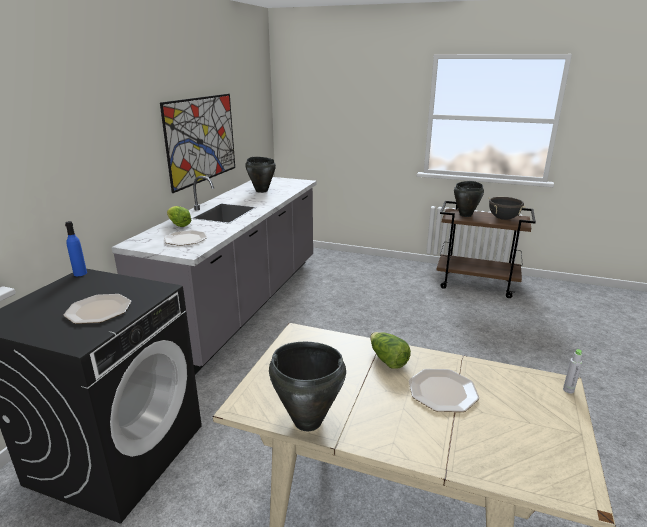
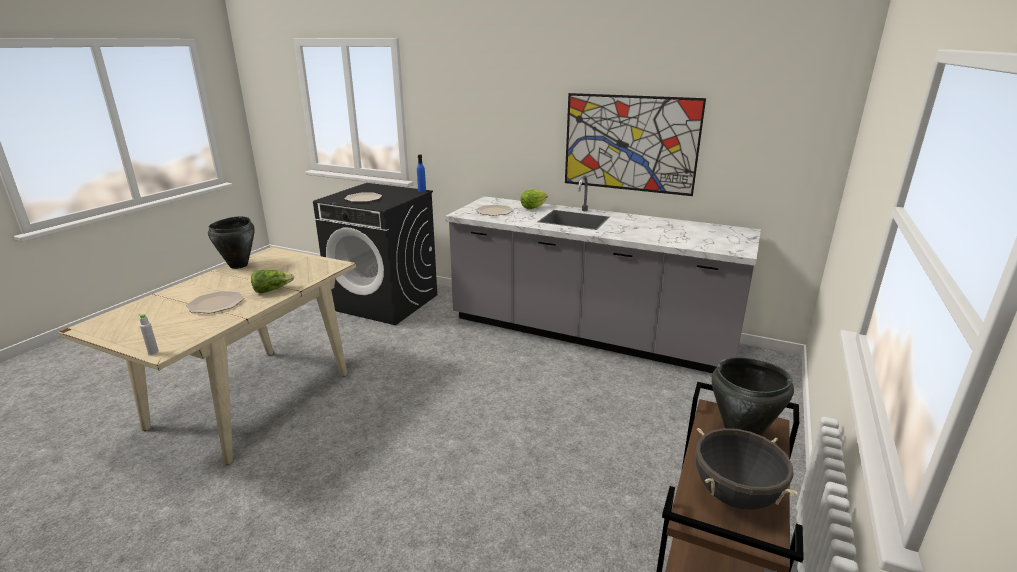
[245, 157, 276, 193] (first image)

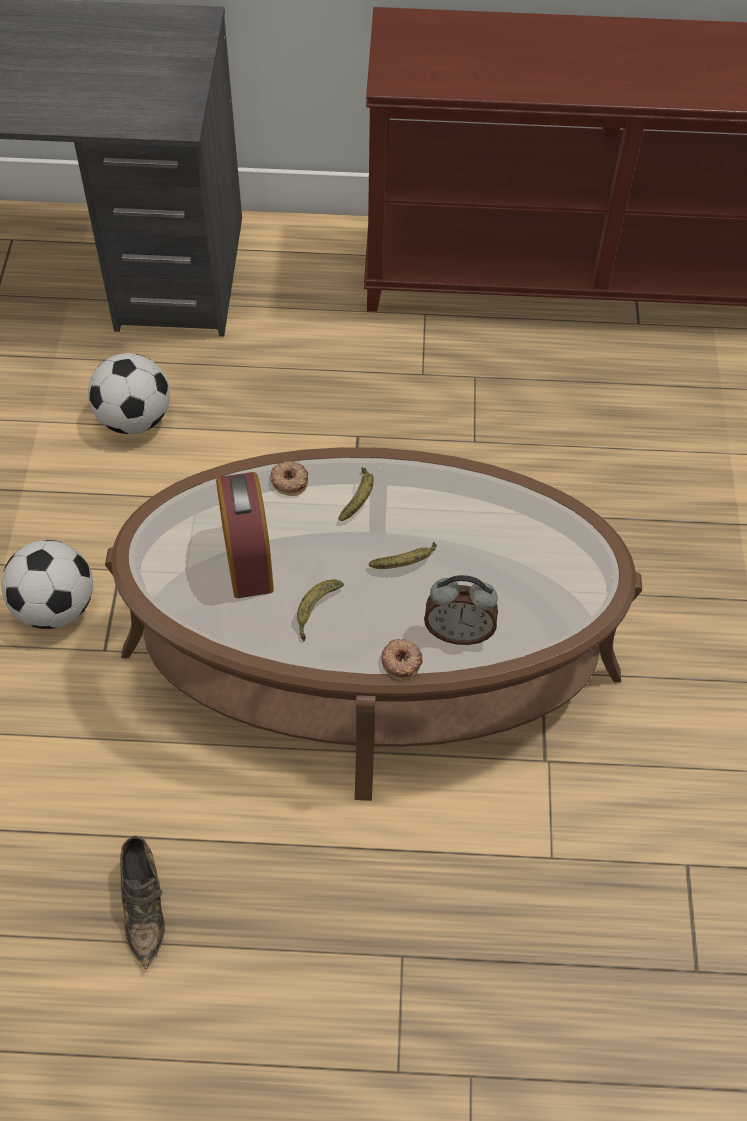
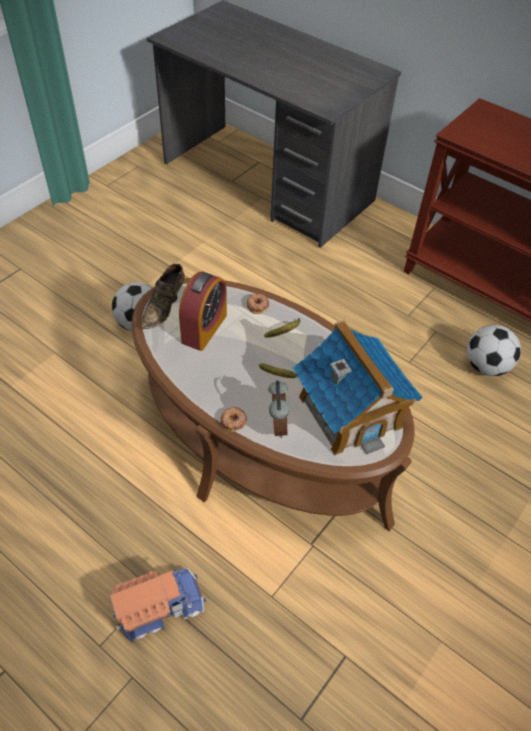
[467, 325, 521, 376]
[268, 380, 289, 438]
[297, 579, 344, 641] (first image)
[141, 264, 185, 329]
[293, 320, 422, 455]
[110, 568, 206, 643]

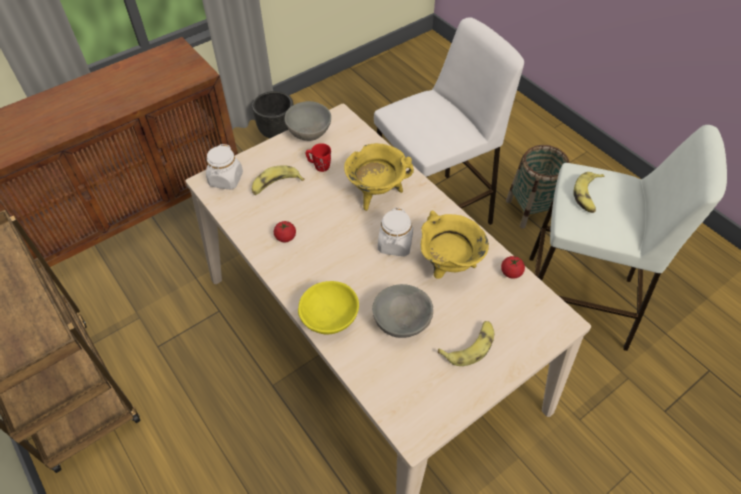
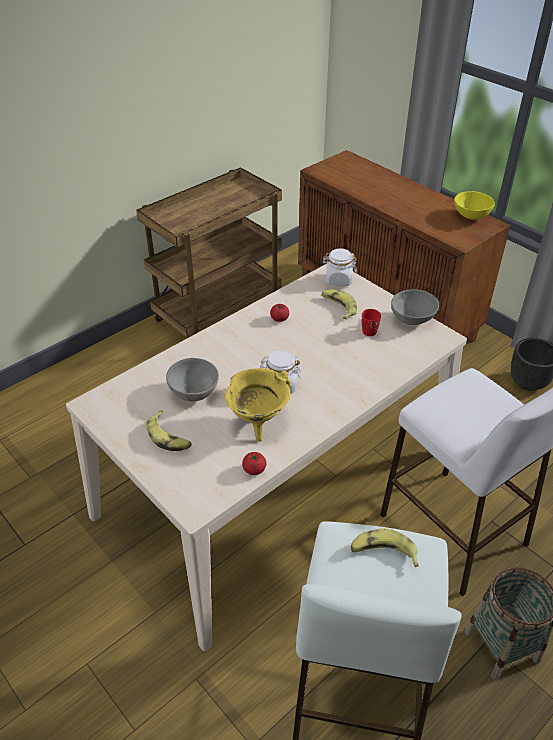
[344, 143, 414, 211] (first image)
[454, 191, 495, 220]

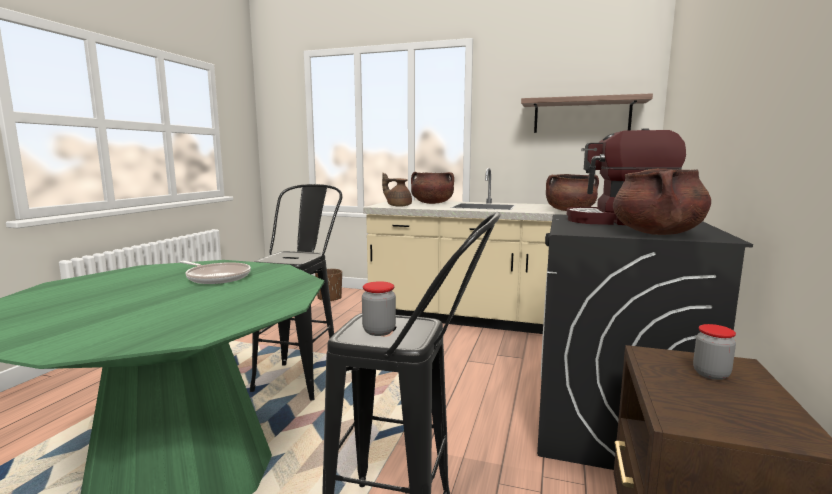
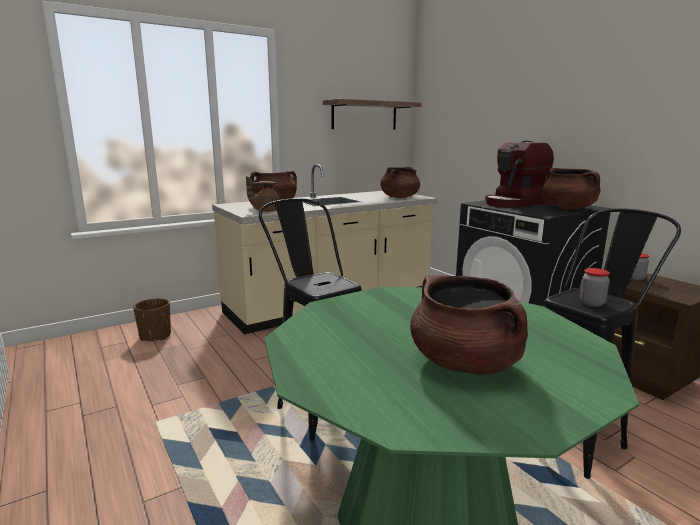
[179, 261, 251, 284] (first image)
[410, 275, 528, 375]

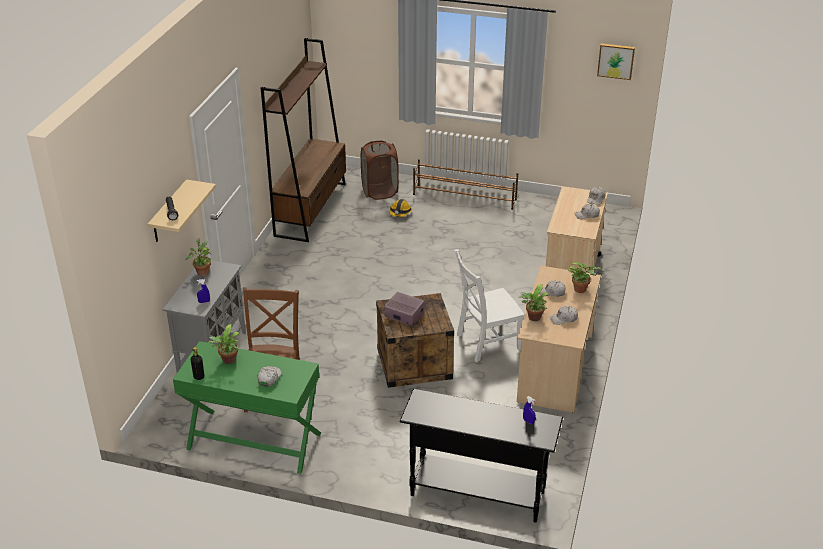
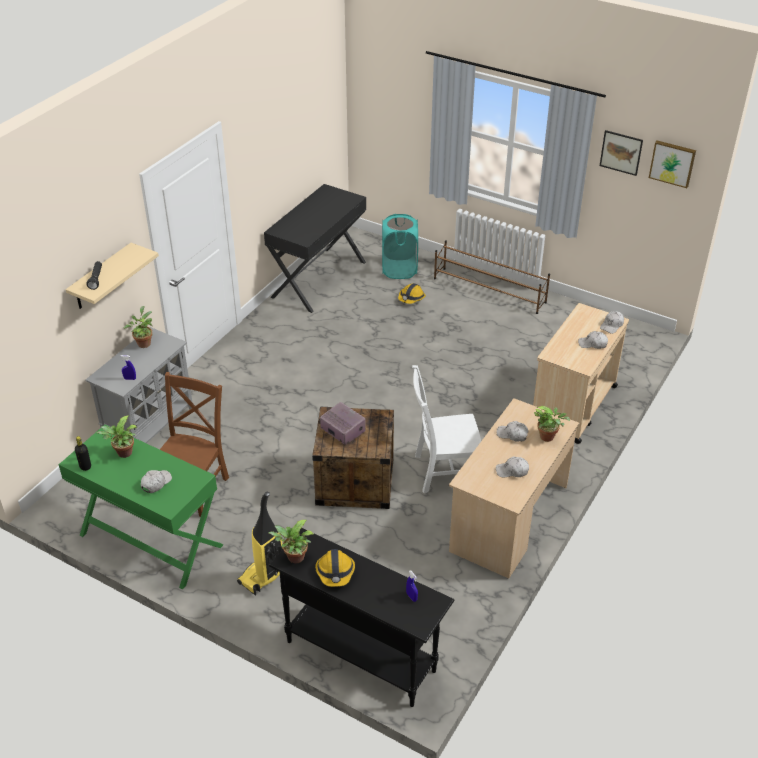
[264, 184, 366, 313]
[382, 214, 418, 279]
[269, 520, 313, 563]
[600, 130, 643, 176]
[237, 492, 283, 595]
[315, 549, 355, 587]

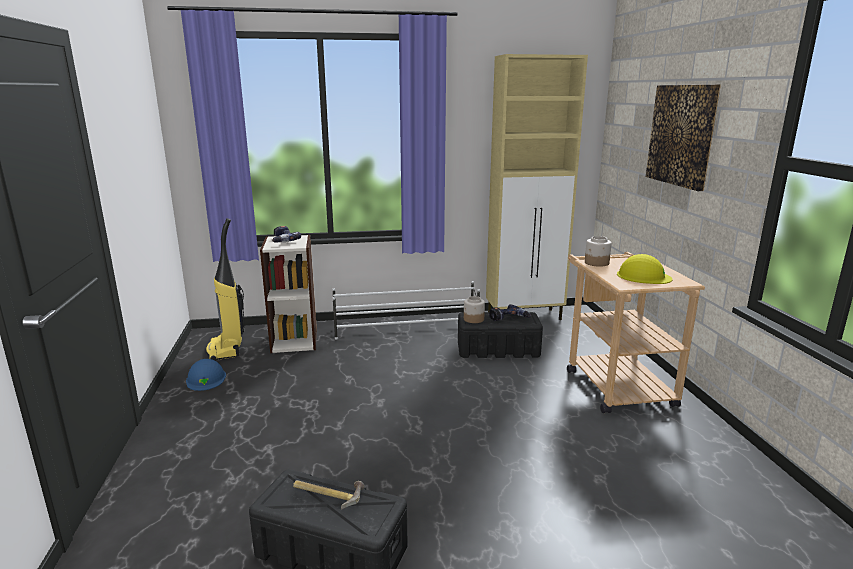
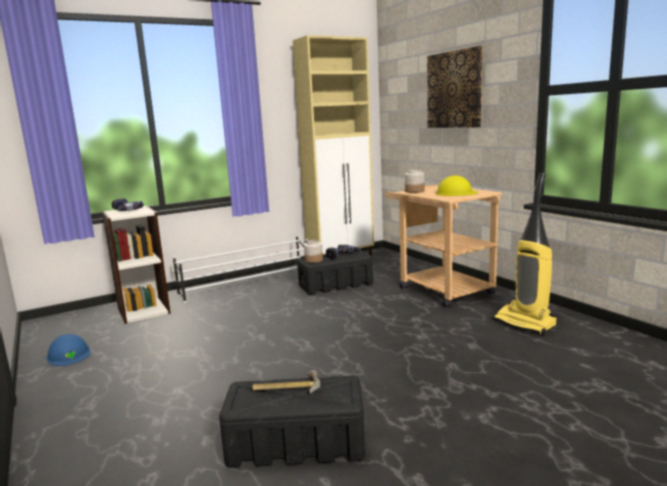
[493, 173, 558, 335]

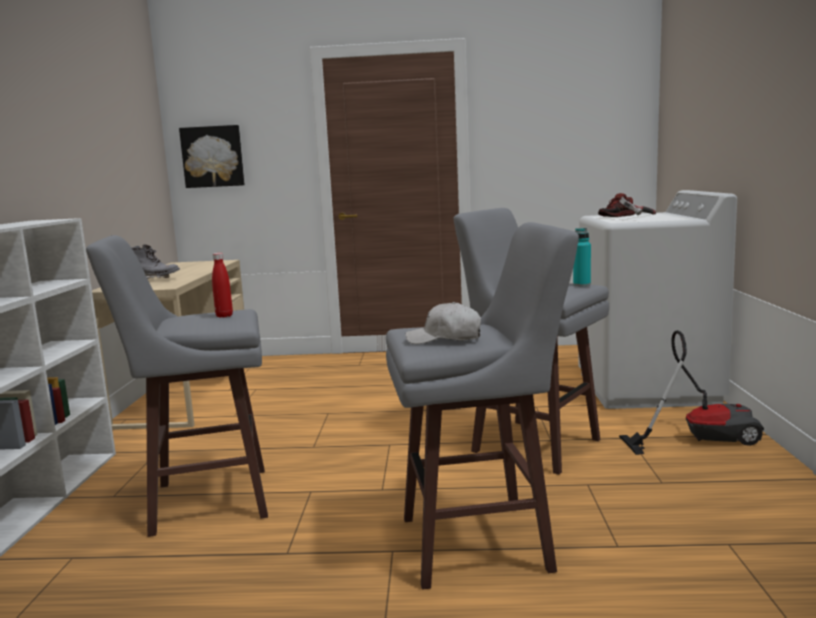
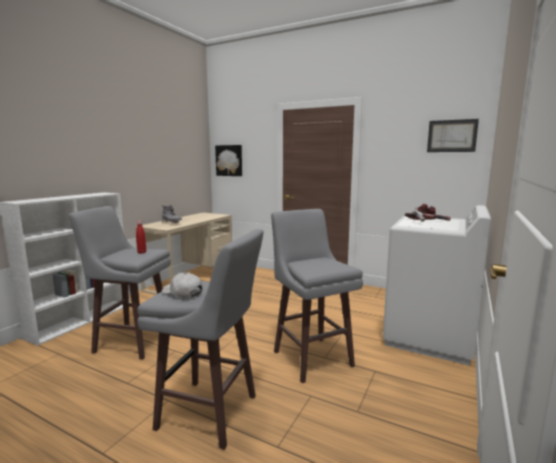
[573, 228, 591, 286] (first image)
[619, 330, 764, 455] (first image)
[427, 119, 479, 152]

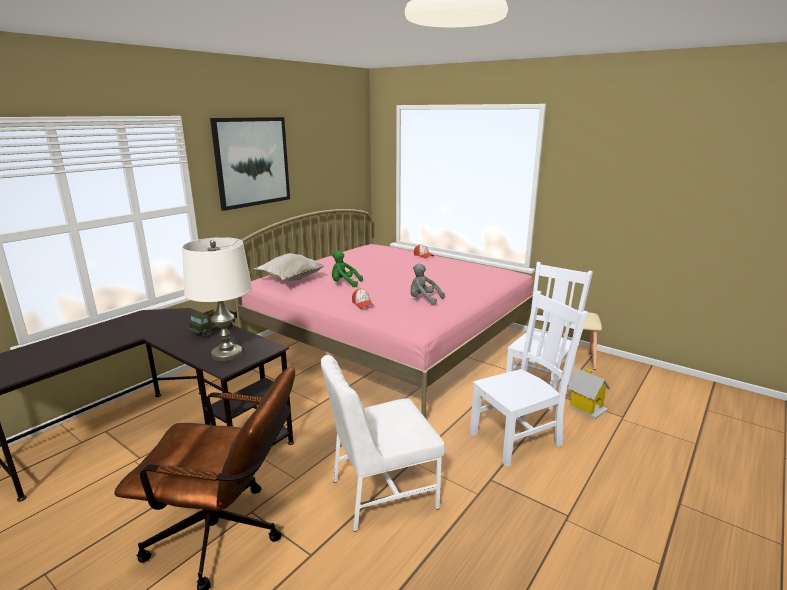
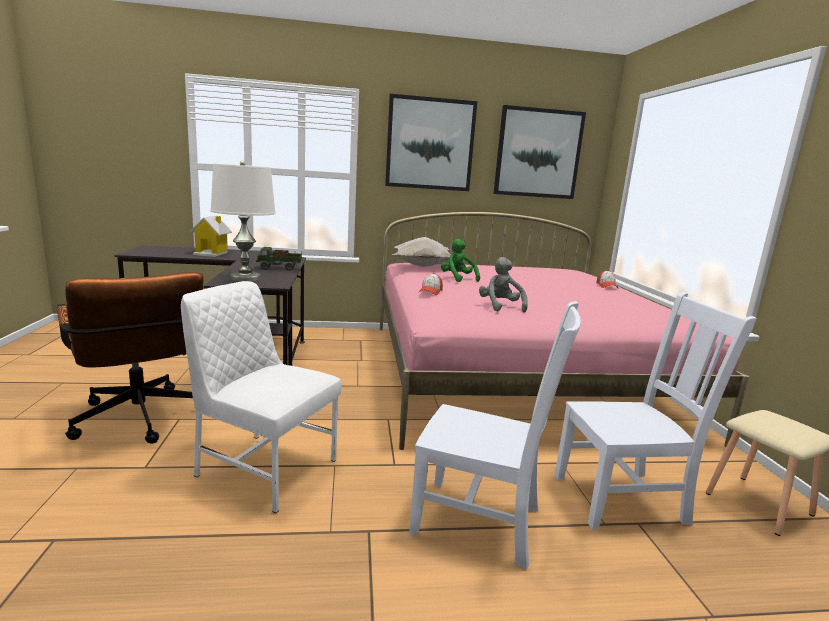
[189, 216, 232, 257]
[494, 105, 586, 199]

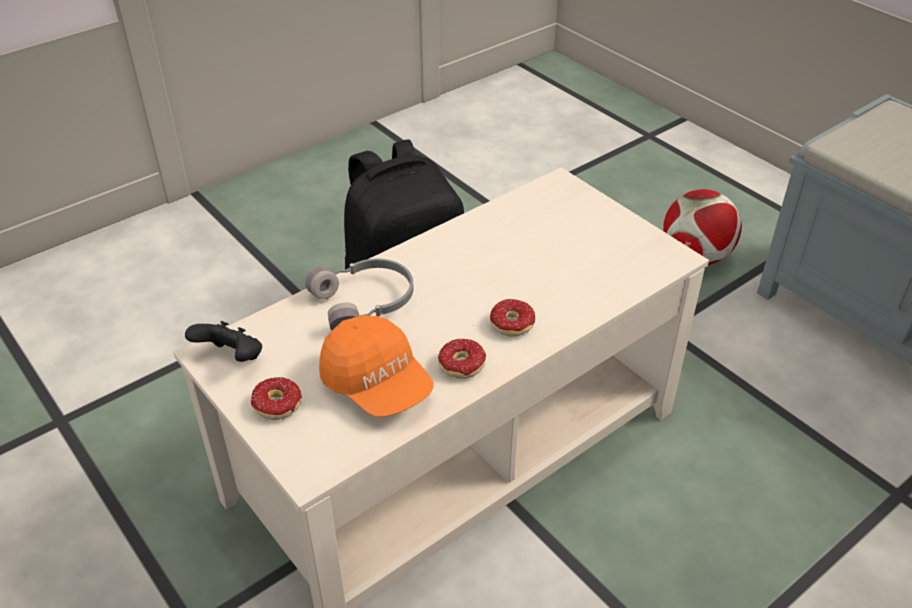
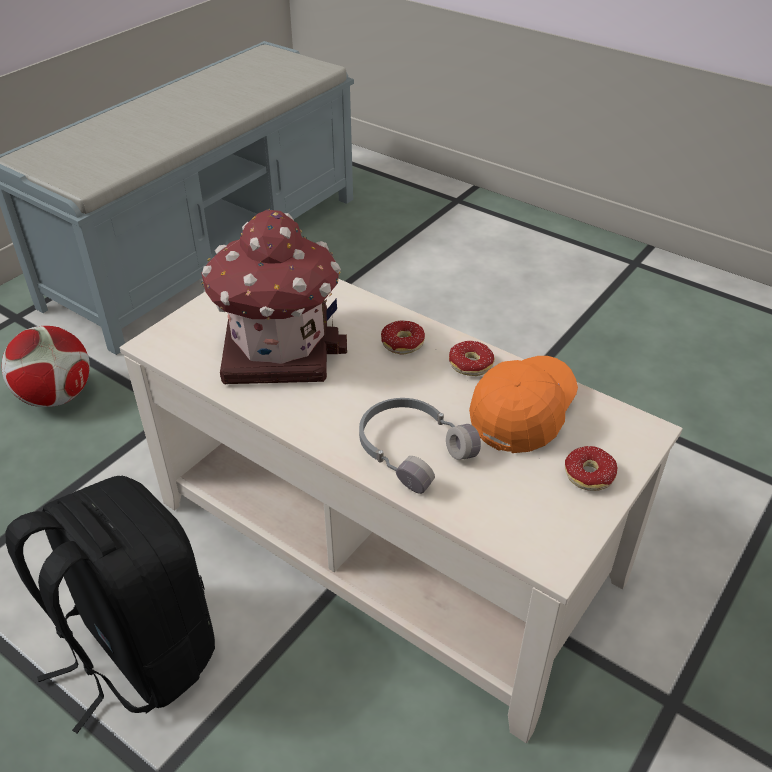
[185, 321, 262, 362] (first image)
[201, 209, 347, 384]

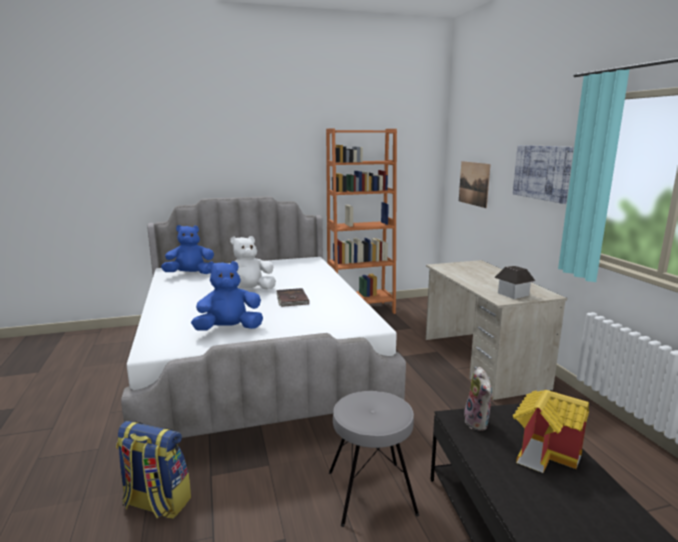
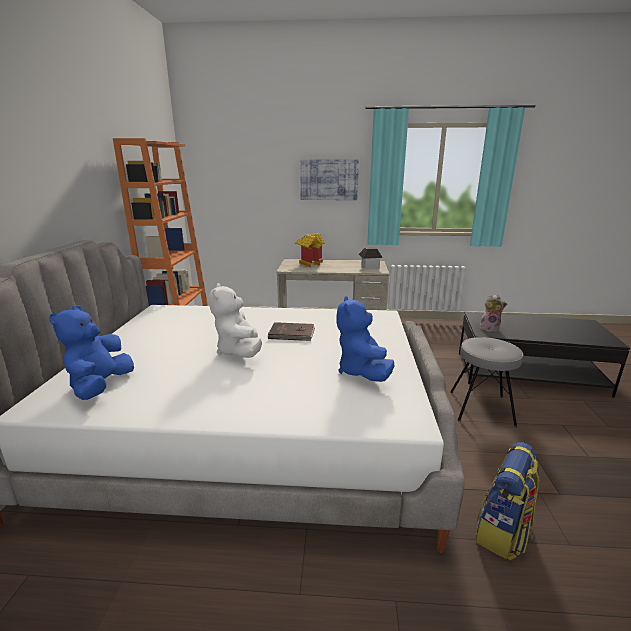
[459, 161, 491, 208] (first image)
[295, 233, 324, 267]

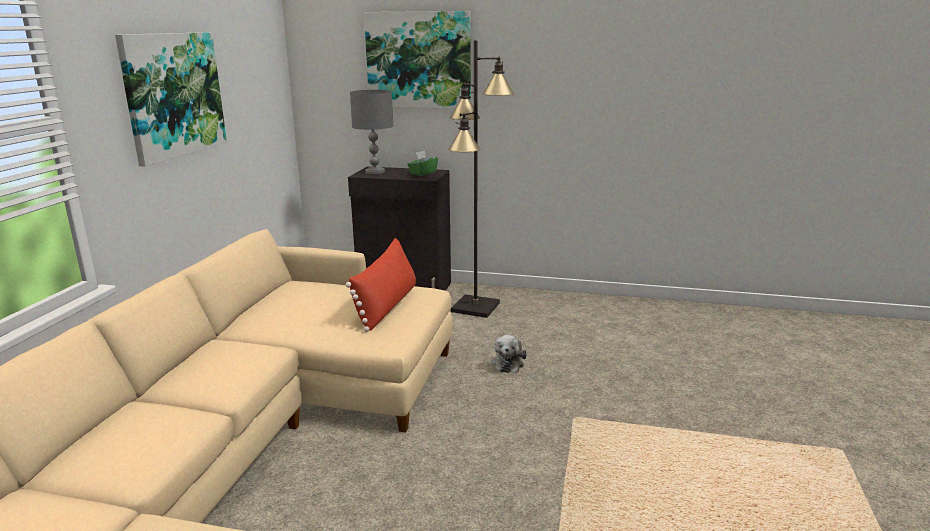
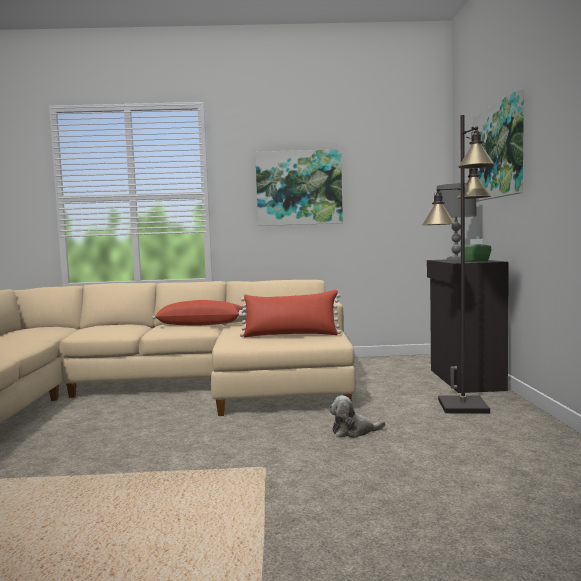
[152, 300, 247, 326]

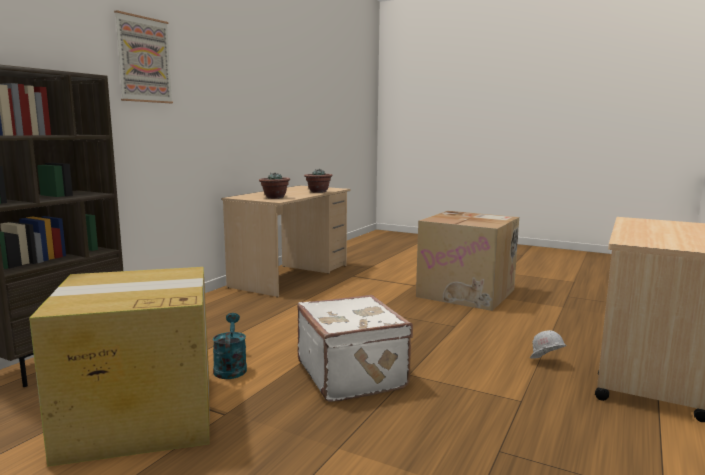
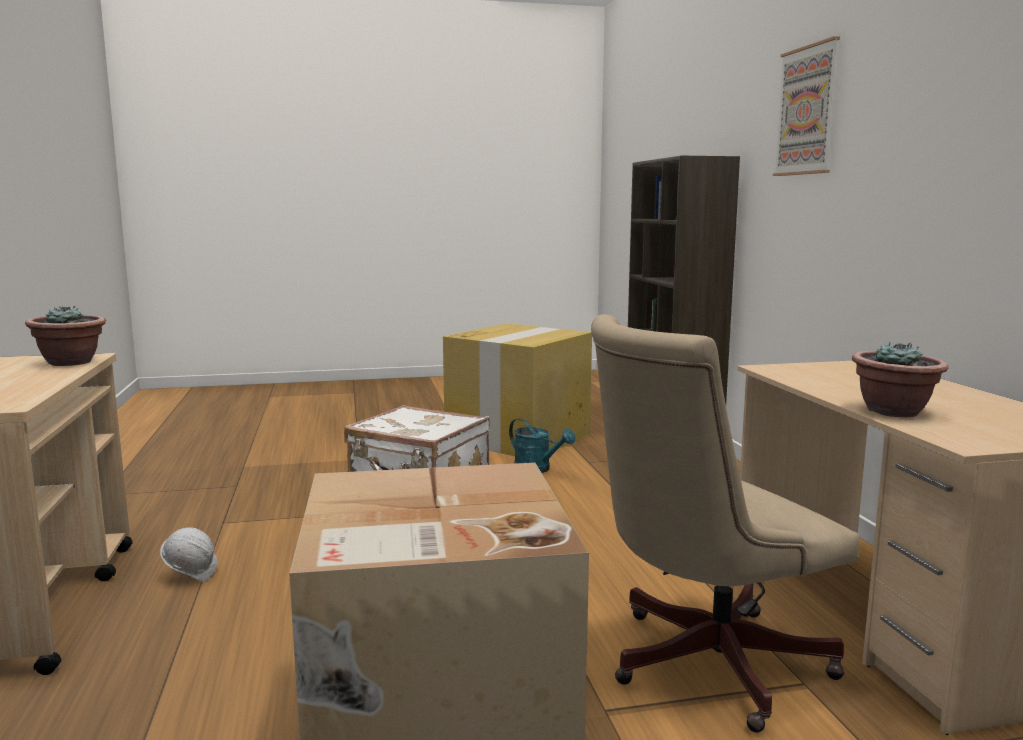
[25, 306, 106, 366]
[591, 314, 859, 733]

